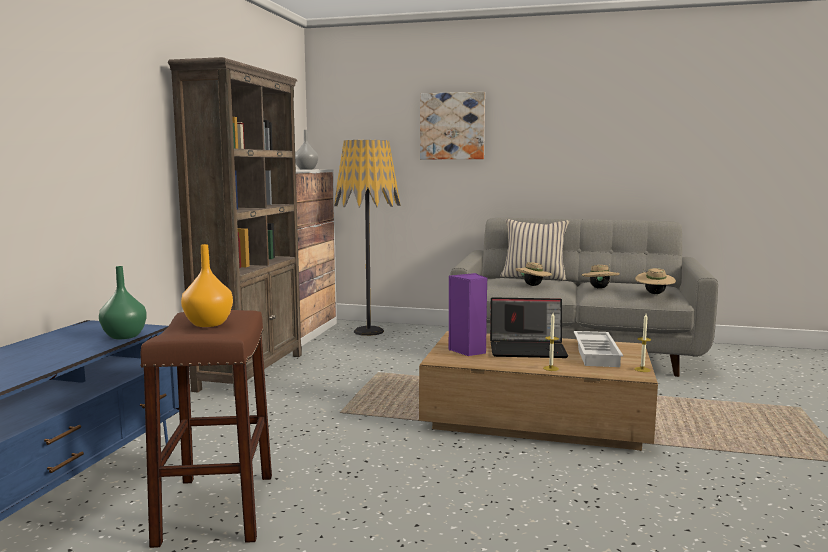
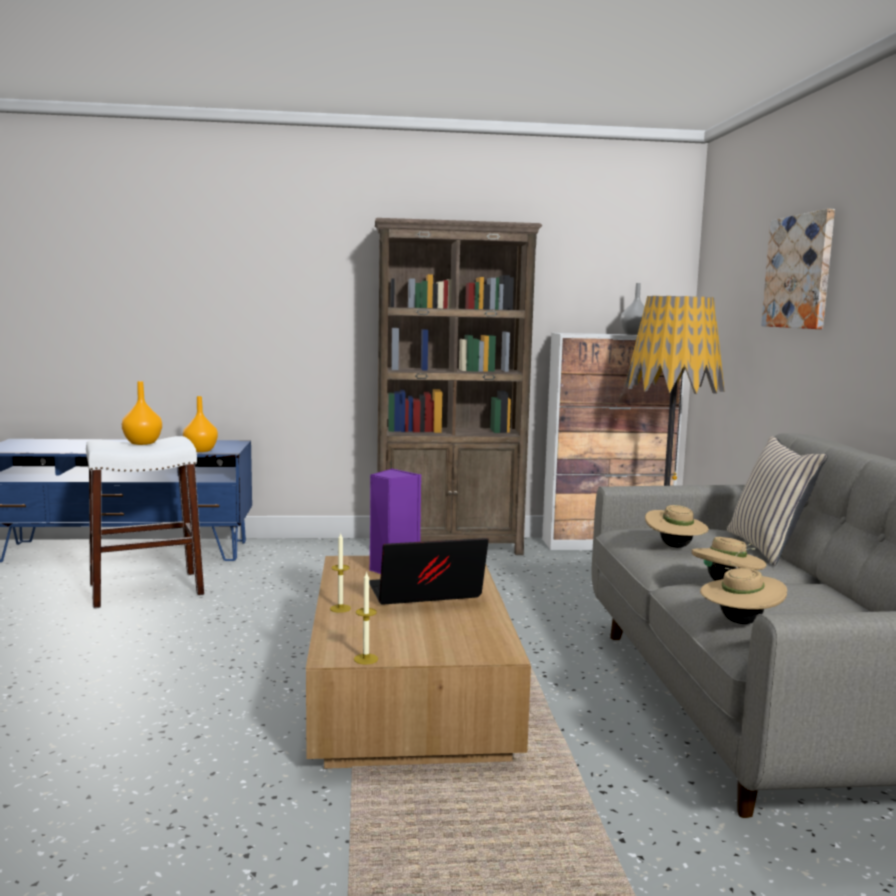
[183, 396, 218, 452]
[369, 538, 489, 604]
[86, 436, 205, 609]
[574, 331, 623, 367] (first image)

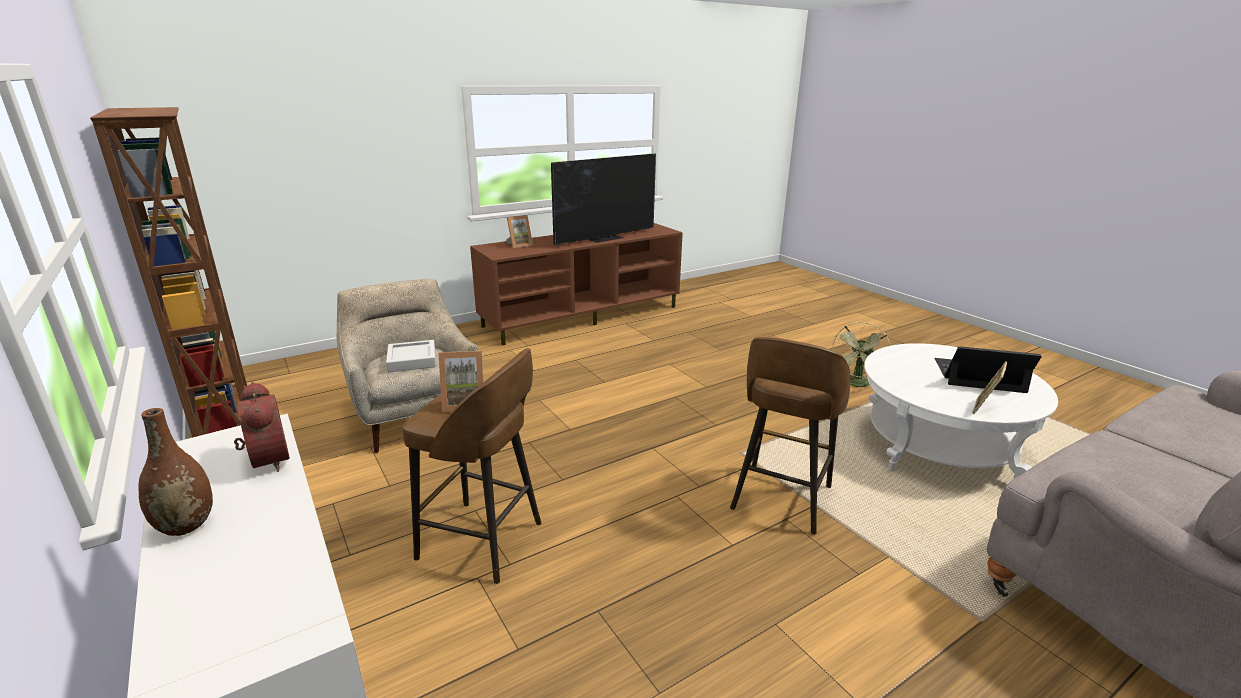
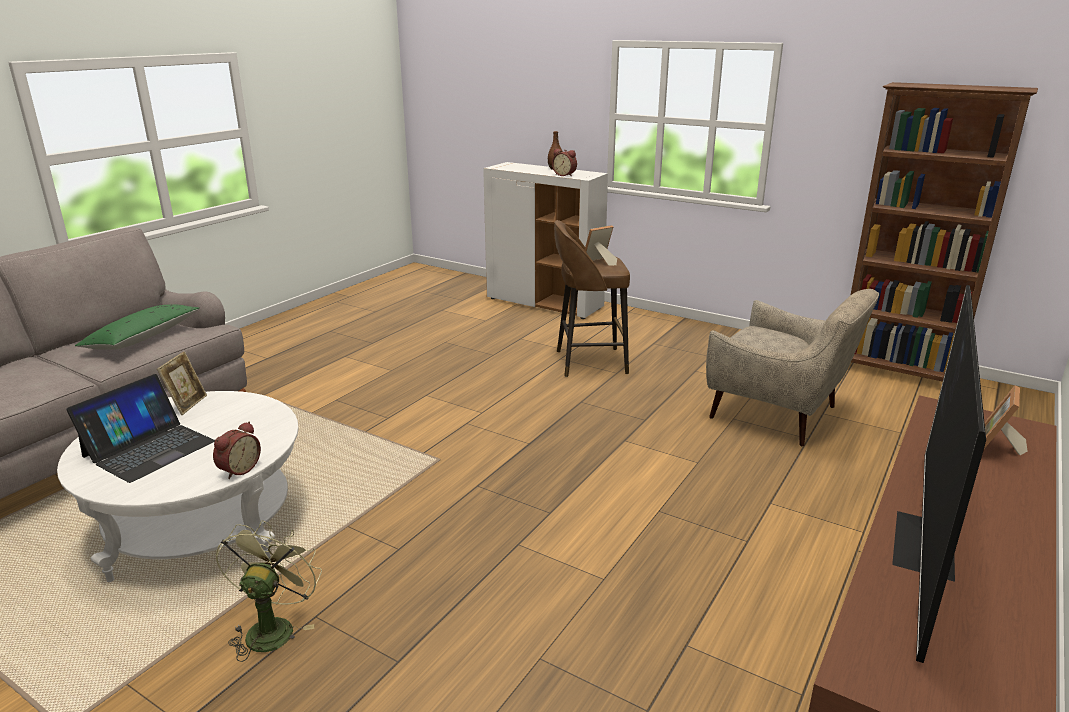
[730, 337, 851, 535] (first image)
[386, 340, 436, 372] (first image)
[66, 374, 215, 483]
[75, 304, 200, 350]
[213, 422, 261, 479]

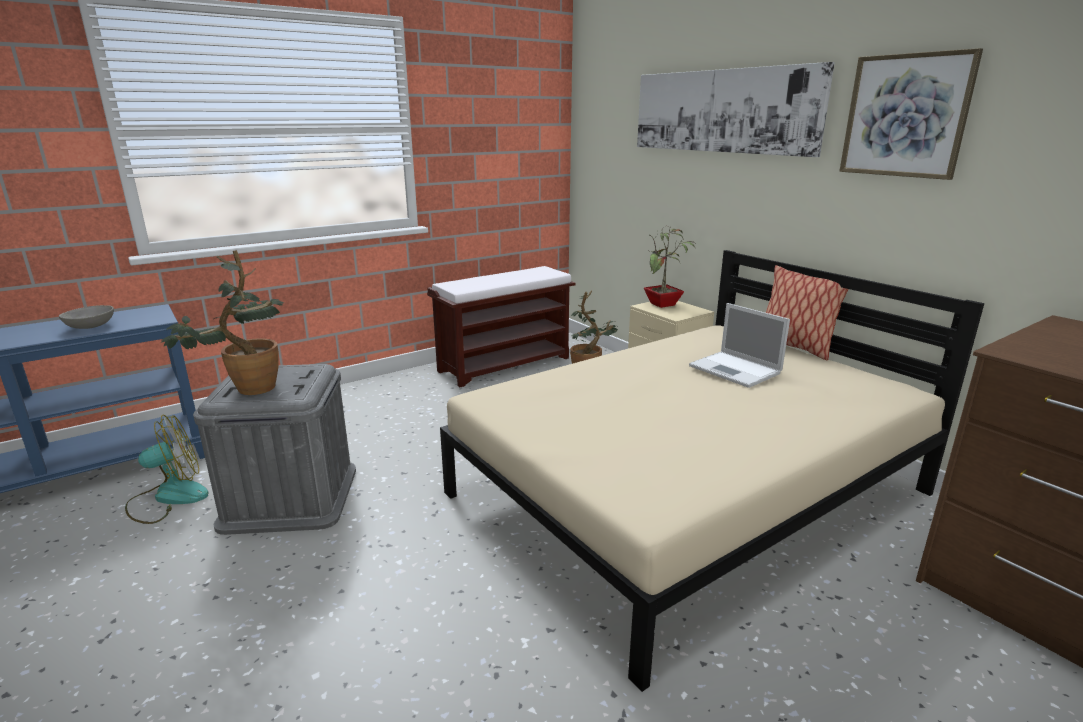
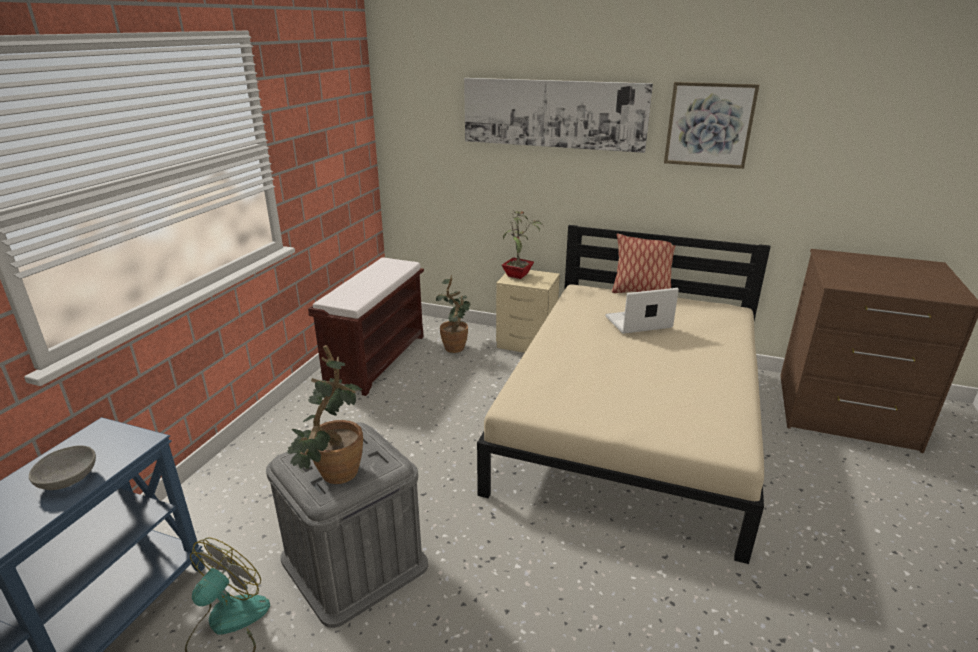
[605, 288, 679, 334]

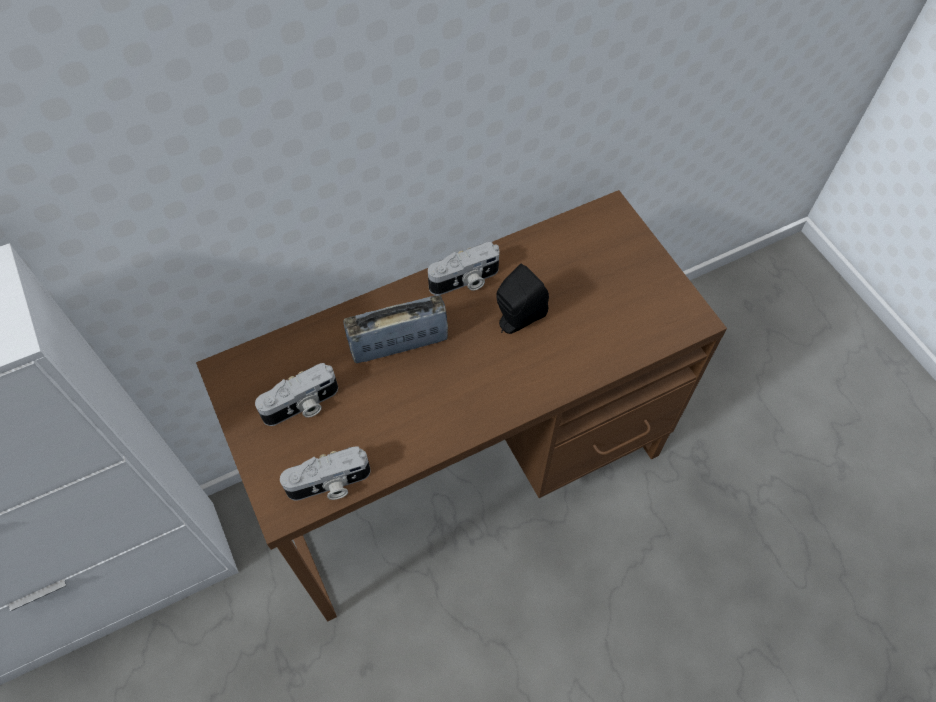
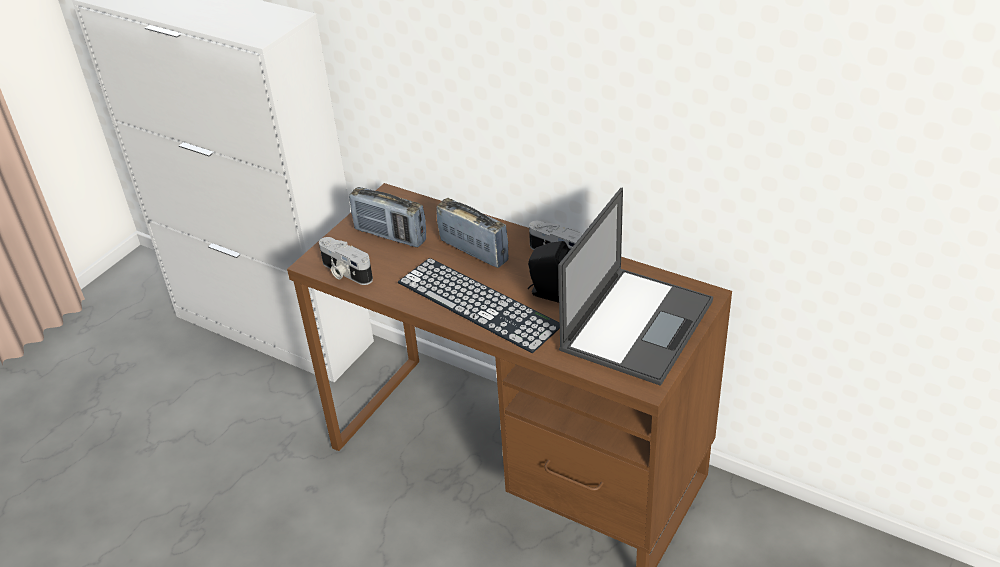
[349, 187, 426, 247]
[558, 188, 713, 386]
[398, 258, 560, 353]

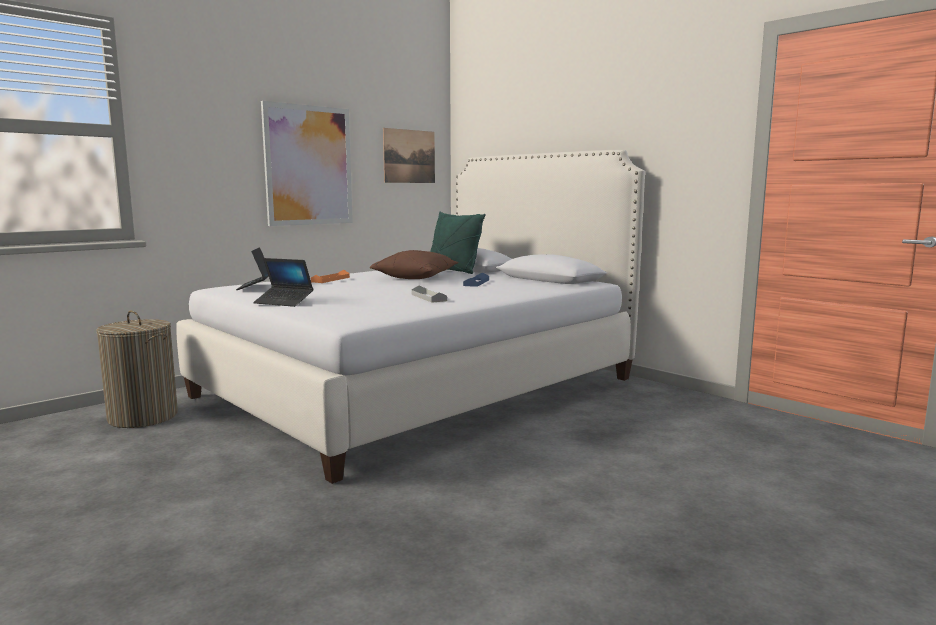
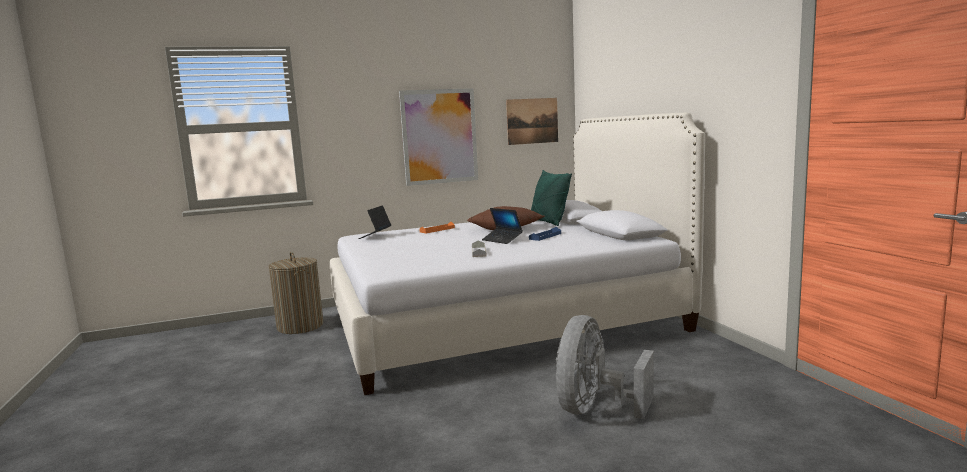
[482, 208, 523, 244]
[556, 315, 654, 419]

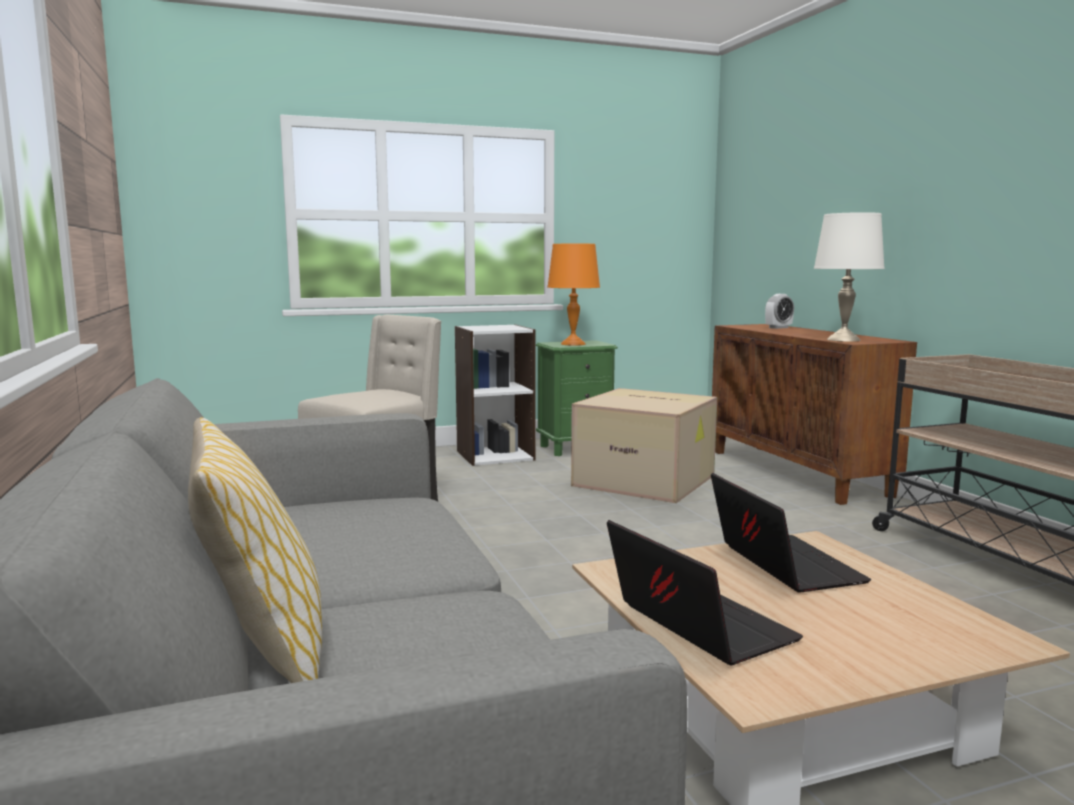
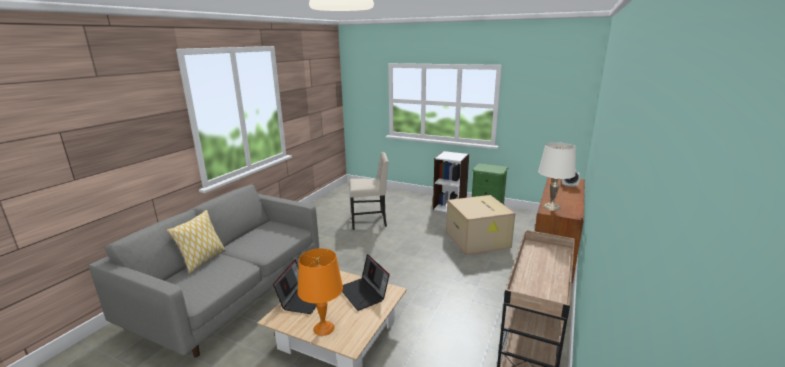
[297, 248, 343, 336]
[342, 254, 390, 311]

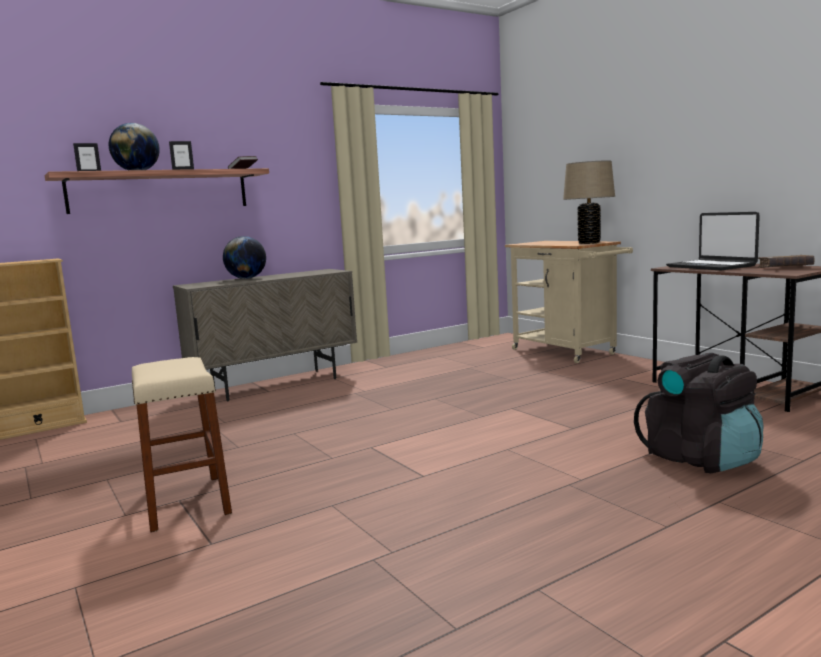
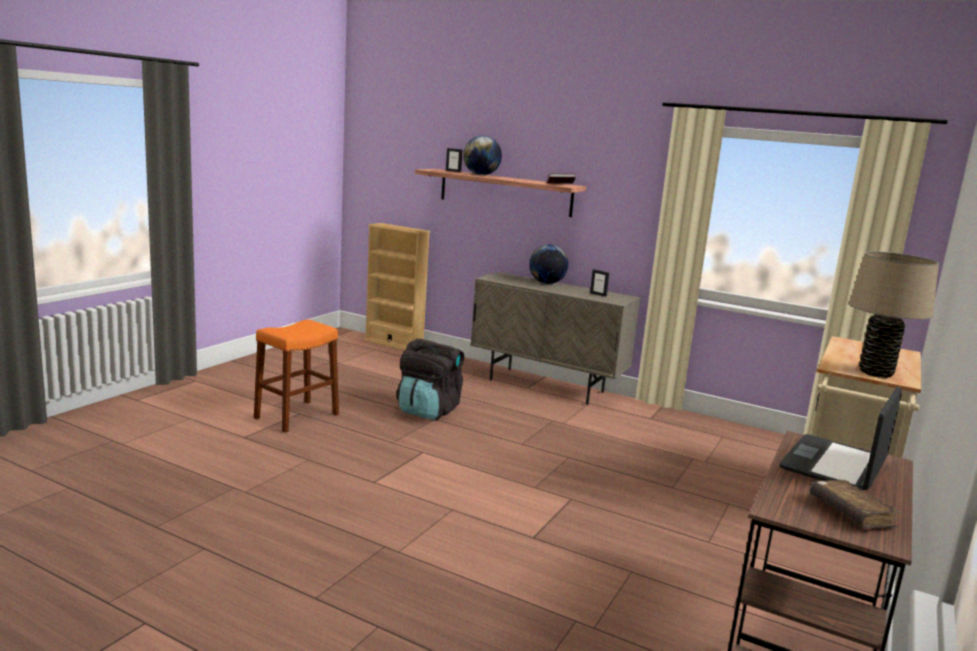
[590, 269, 609, 297]
[396, 339, 464, 420]
[254, 320, 339, 433]

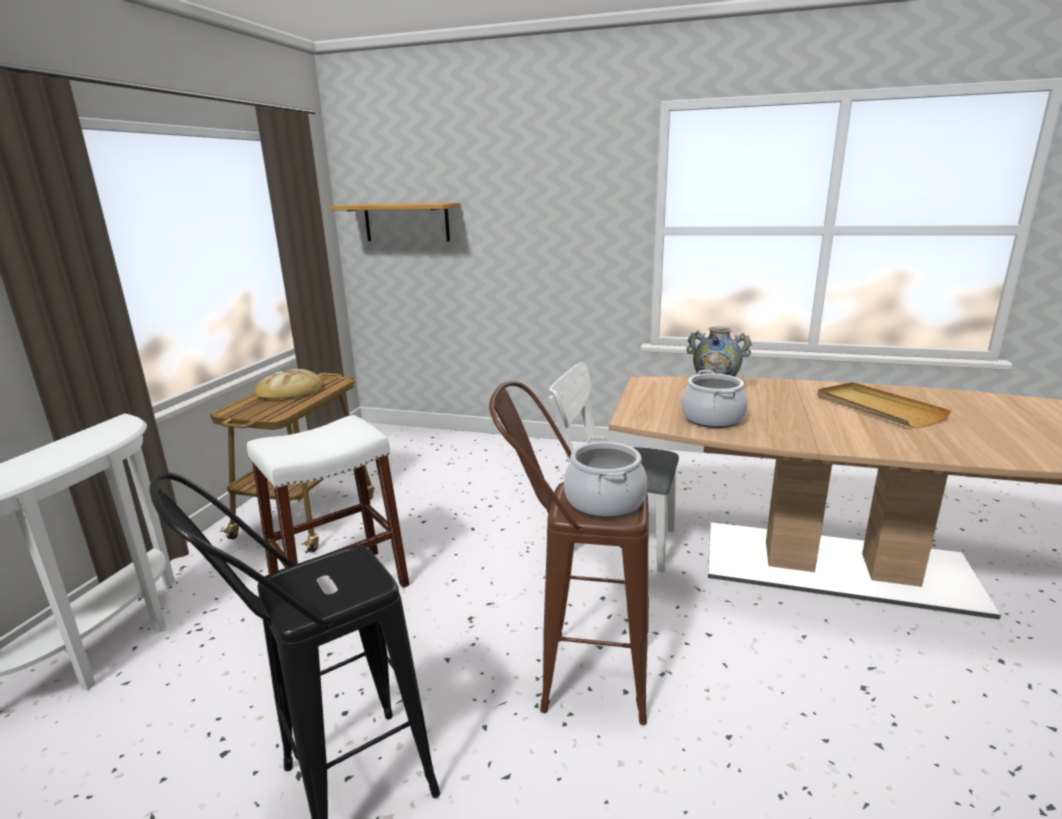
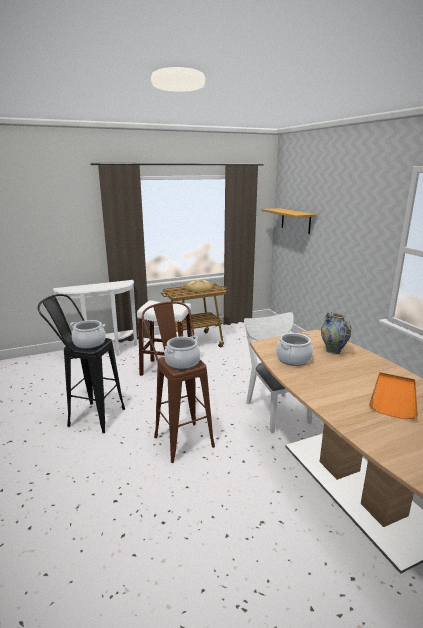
[369, 372, 418, 419]
[70, 320, 106, 349]

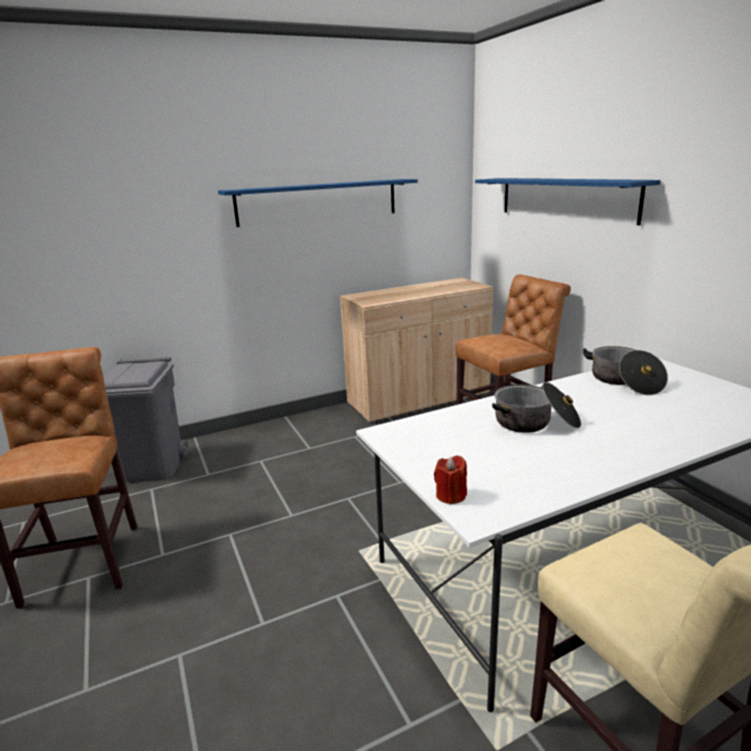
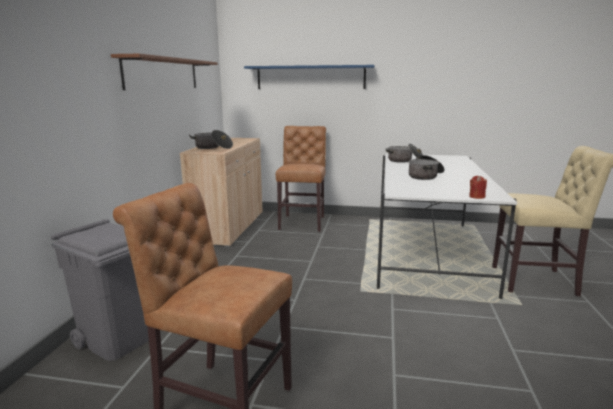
[111, 54, 218, 90]
[189, 130, 233, 149]

